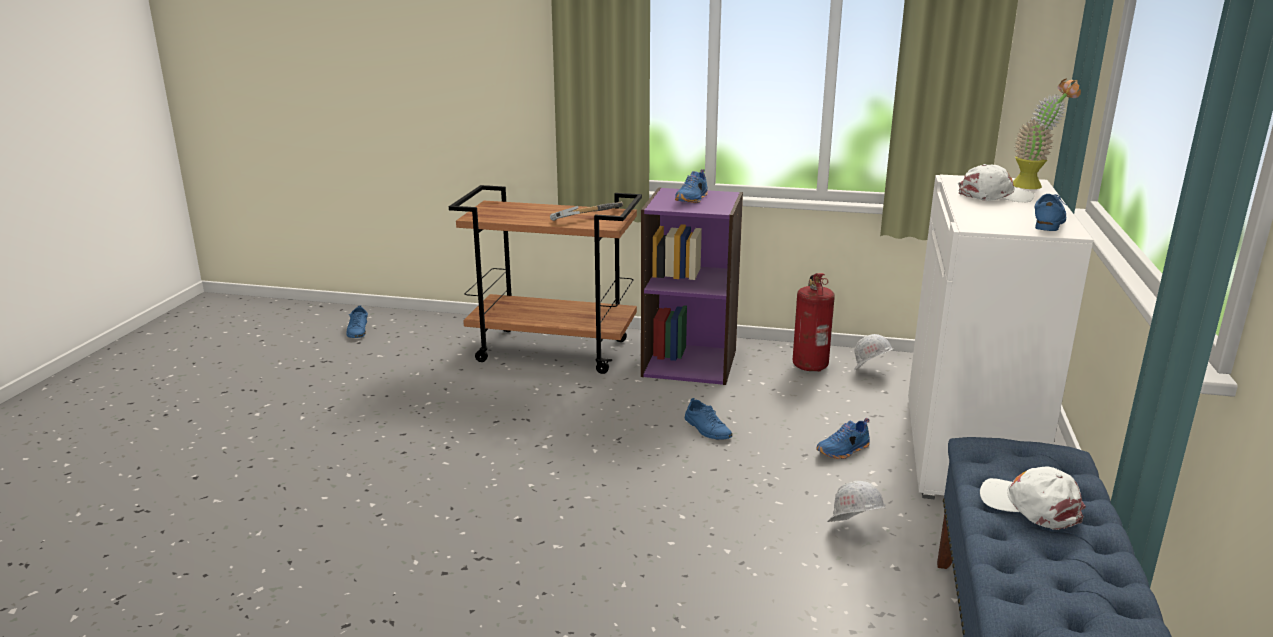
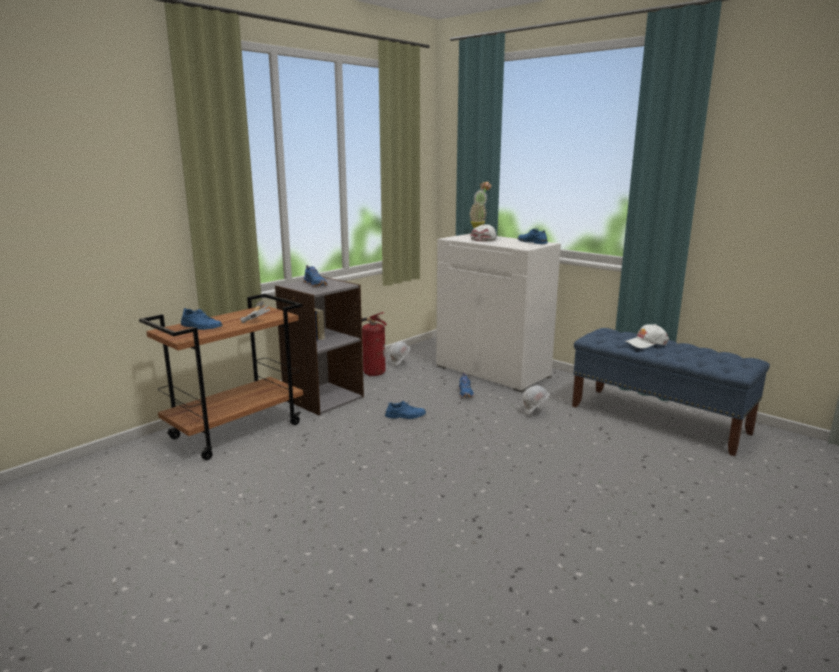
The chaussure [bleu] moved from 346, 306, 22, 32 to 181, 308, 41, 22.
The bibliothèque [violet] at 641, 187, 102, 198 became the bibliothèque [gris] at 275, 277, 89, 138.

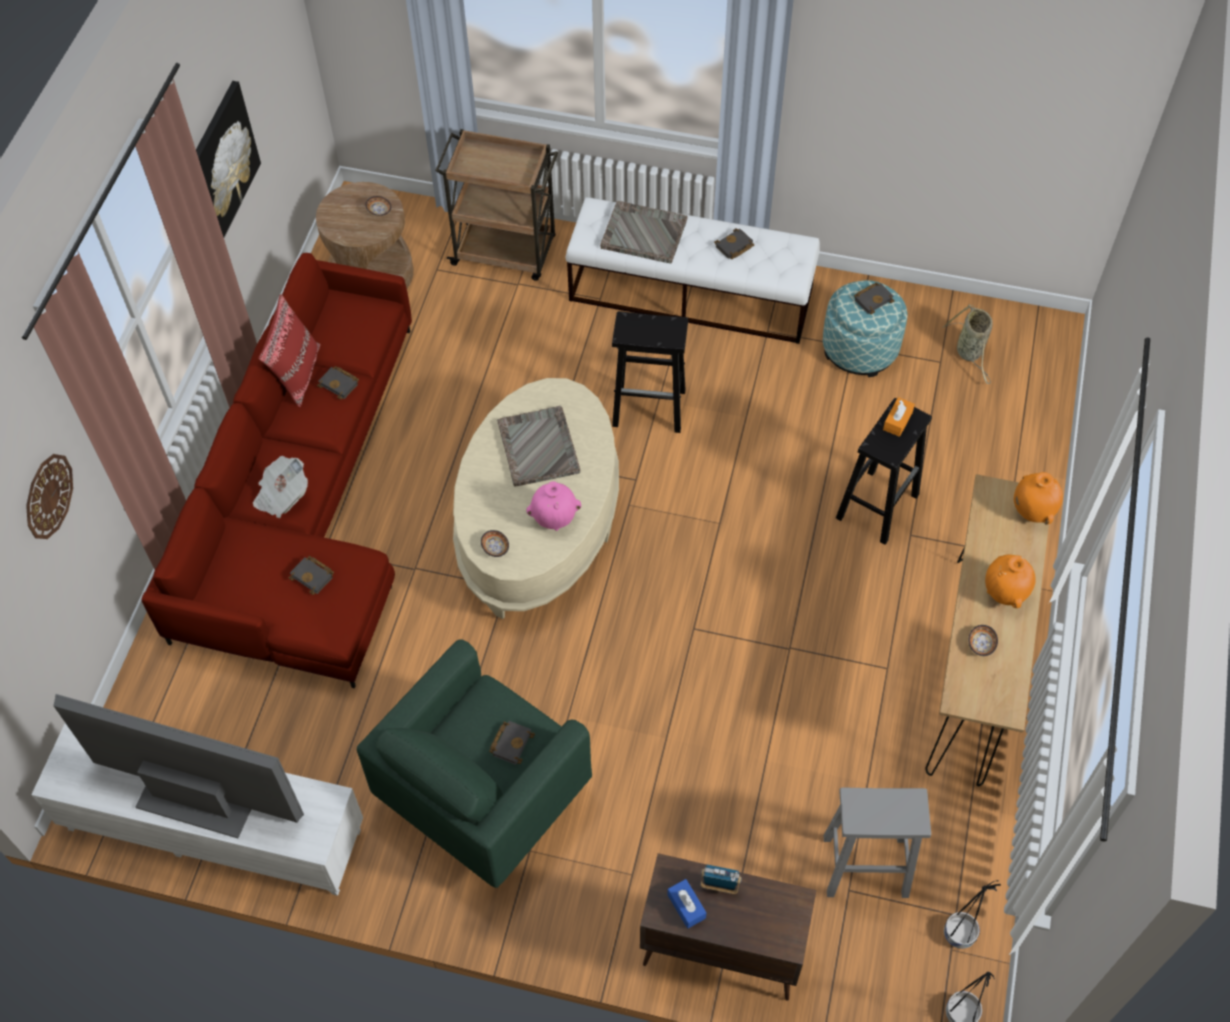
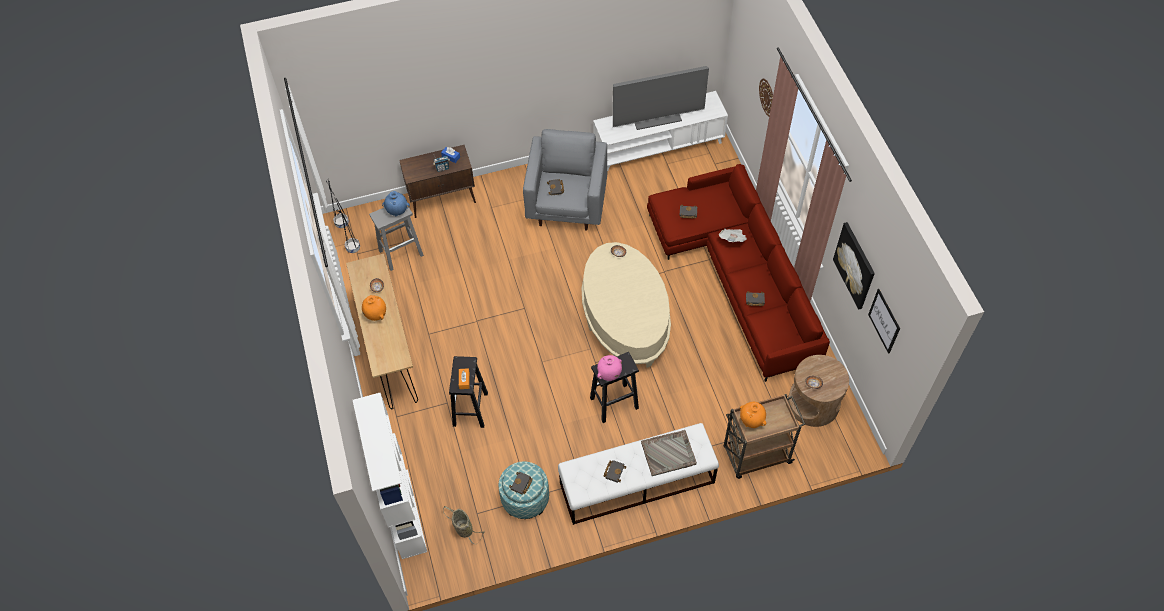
The coussin [rouge] at 258, 294, 62, 113 disappeared.
The plateau [gris] at 497, 406, 83, 81 disappeared.
The bibliothèque [blanc] at 353, 393, 74, 166 appeared.
The vase [bleu] at 382, 191, 28, 26 appeared.
The tableau at 868, 289, 32, 65 appeared.
The vase [rose] moved from 526, 482, 55, 49 to 597, 355, 25, 26.
The vase [orange] moved from 1014, 472, 49, 52 to 740, 402, 26, 26.
The fauteuil [vert] at 357, 639, 235, 249 became the fauteuil [gris] at 523, 129, 84, 101.

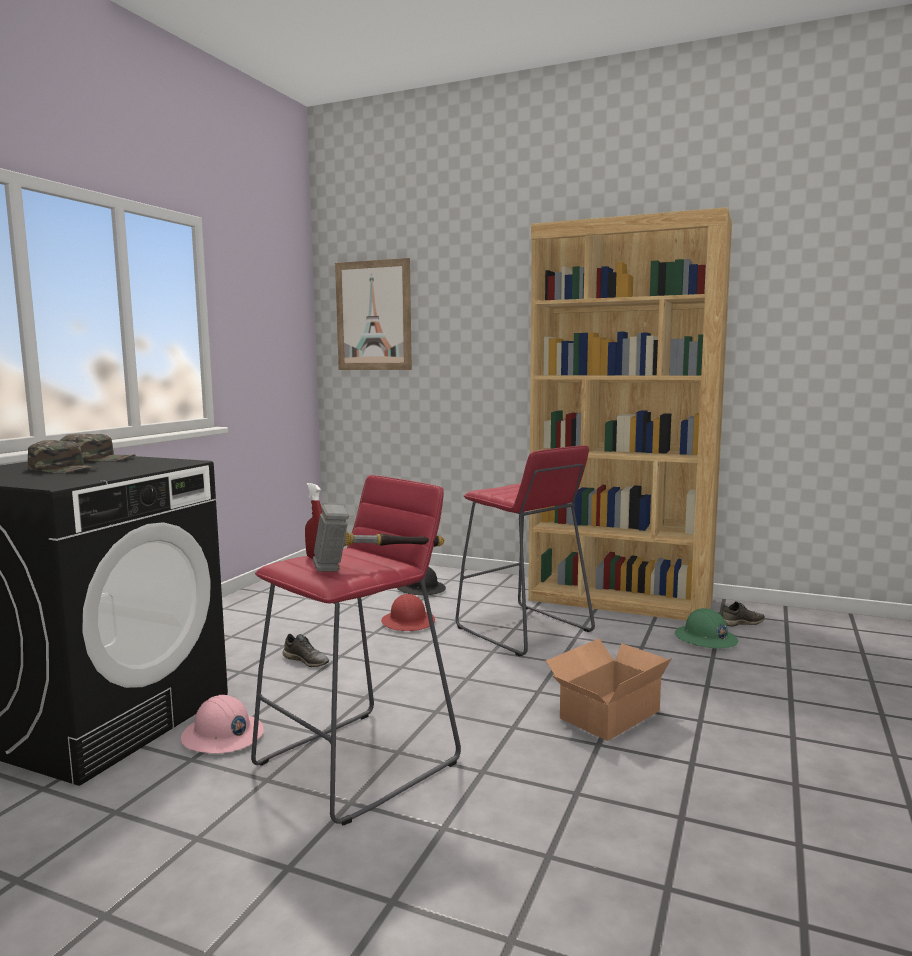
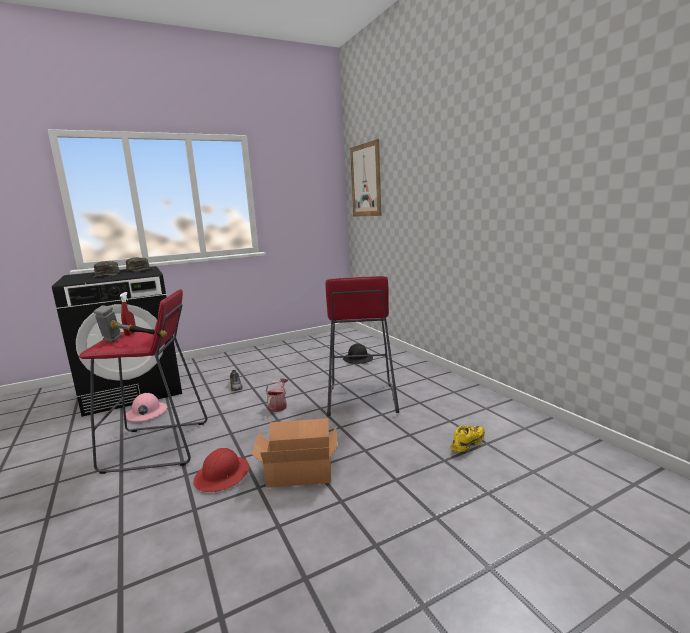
The bibliothèque [marron] at 528, 207, 204, 414 disappeared.
The chaussure [gris] at 721, 601, 44, 26 disappeared.
The arrosoir at 266, 378, 22, 34 appeared.
The casque de chantier [rouge] moved from 381, 594, 54, 37 to 193, 448, 56, 44.
The casque de chantier [vert] at 675, 608, 63, 41 was replaced by the chaussure [jaune] at 451, 425, 34, 29.

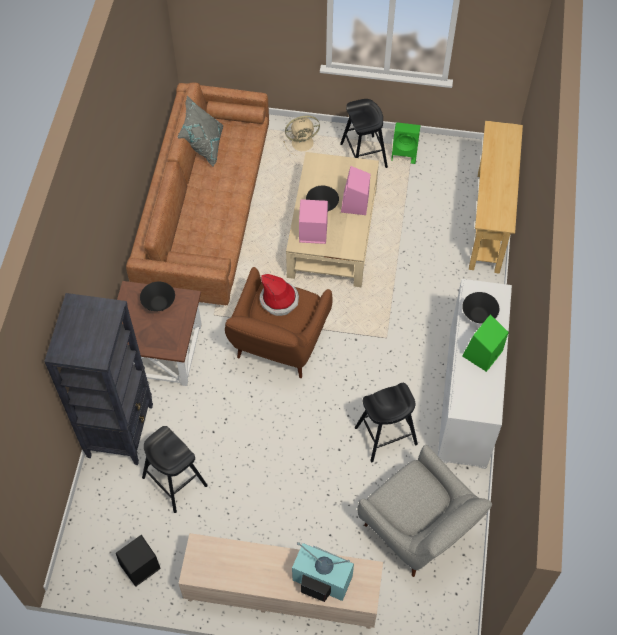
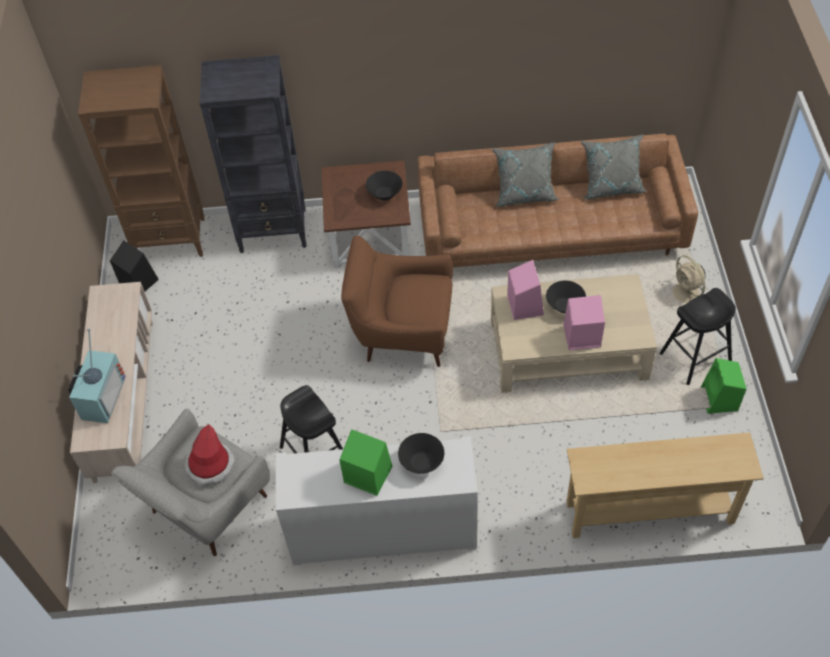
The tabouret [noir] at 142, 426, 66, 87 disappeared.
The bibliothèque [marron] at 78, 65, 126, 192 appeared.
The coussin [gris] at 492, 142, 67, 65 appeared.
The chapeau moved from 260, 274, 39, 42 to 185, 424, 50, 61.

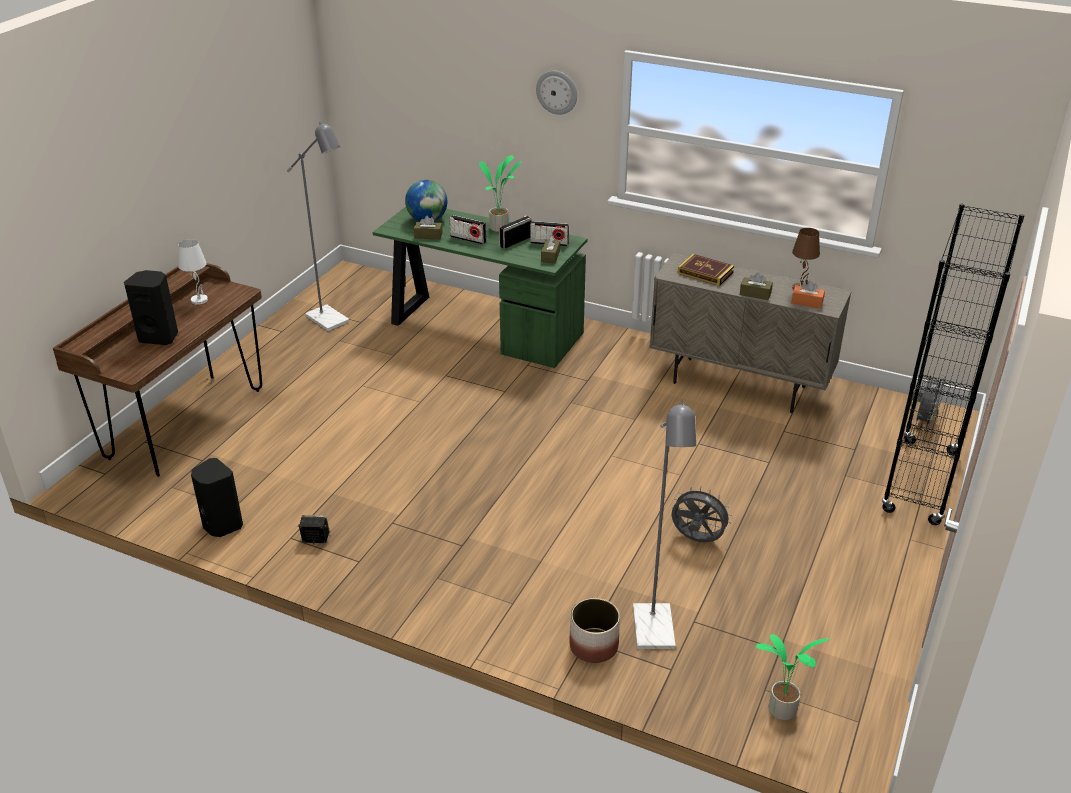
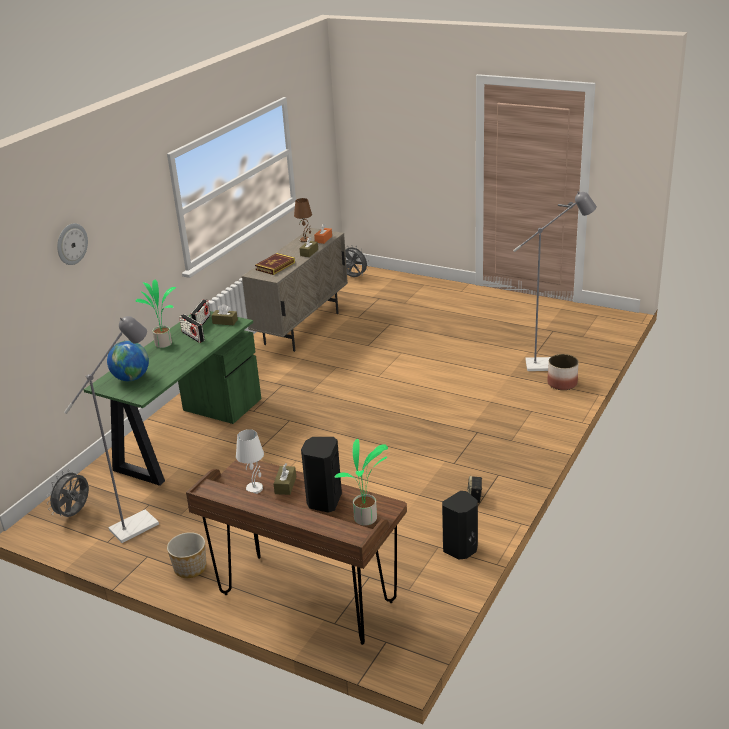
The radio at 449, 215, 37, 30 disappeared.
The bibliothèque [noir] at 882, 204, 143, 321 disappeared.
The cache-pot at 167, 532, 40, 46 appeared.
The boîte à mouchoirs [marron] moved from 414, 216, 29, 23 to 274, 463, 22, 32.
The horloge murale moved from 536, 71, 41, 44 to 57, 223, 31, 42.
The ventilateur [gris] moved from 672, 486, 61, 57 to 47, 469, 42, 48.
The plante en pot moved from 756, 635, 74, 85 to 335, 439, 53, 87.

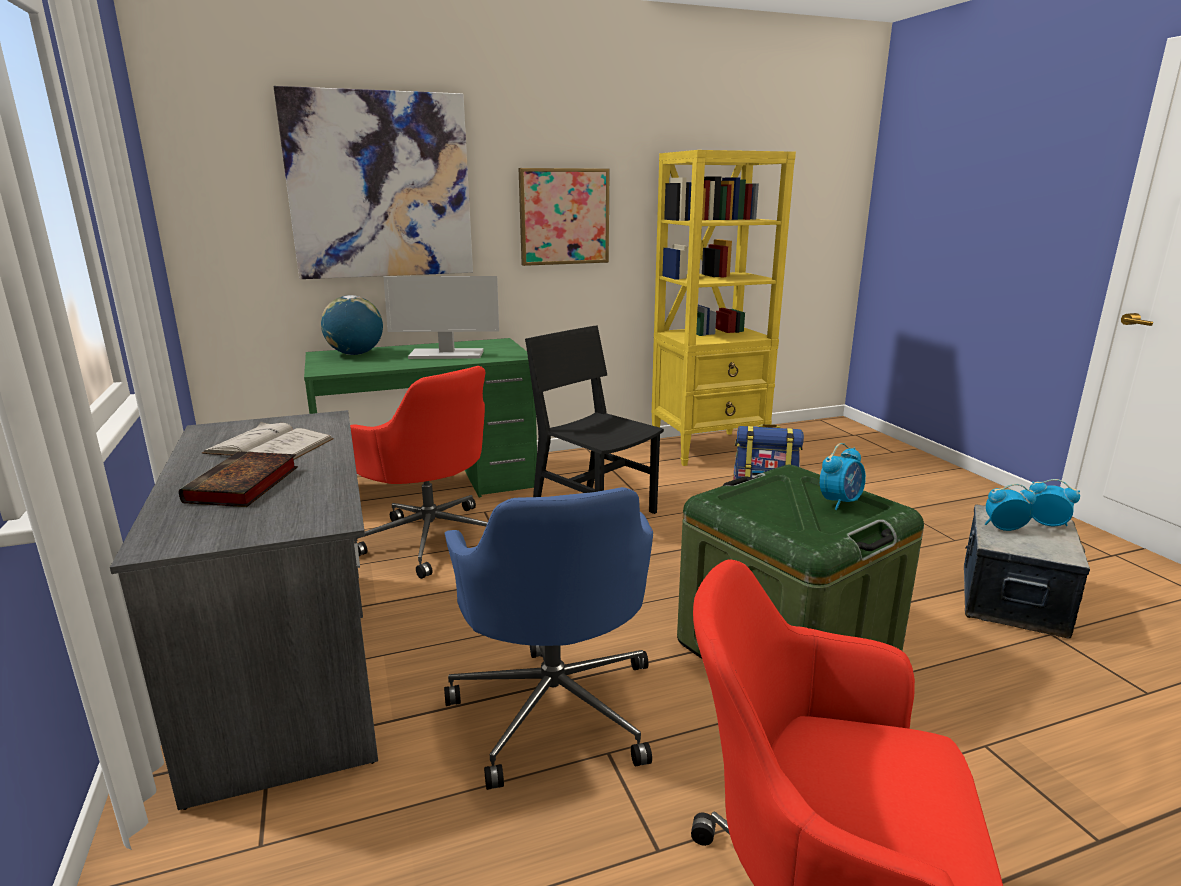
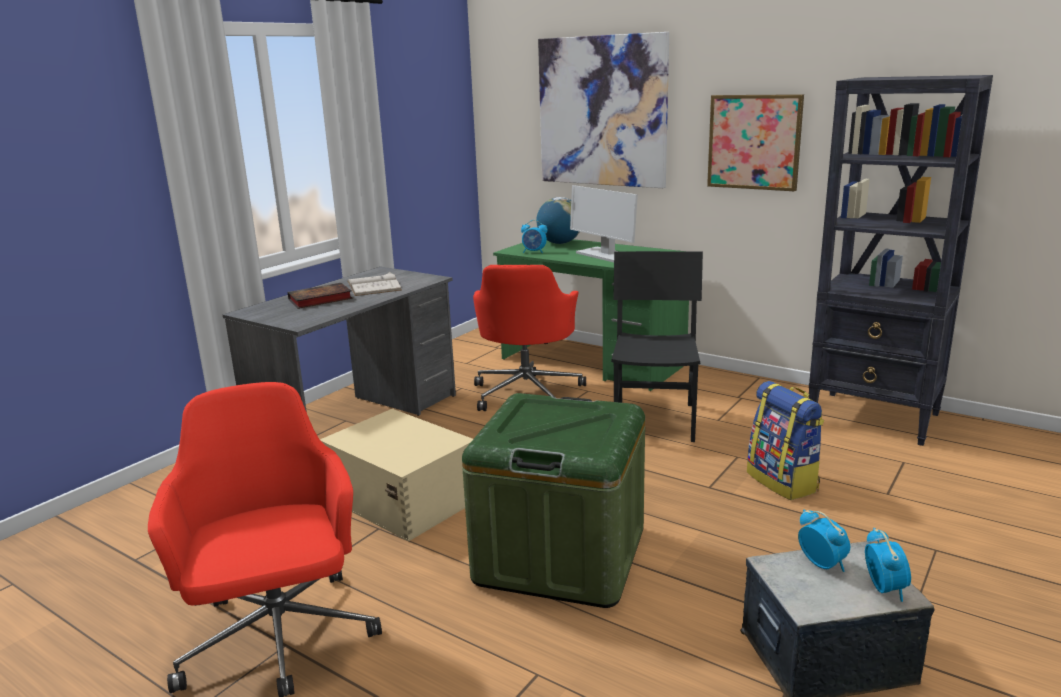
The réveil moved from 820, 443, 46, 67 to 521, 220, 26, 33.
The chaise de bureau [bleu] at 444, 487, 209, 303 was replaced by the boîte de rangement [beige] at 320, 409, 153, 133.
The bibliothèque [jaune] at 652, 150, 144, 316 became the bibliothèque [noir] at 809, 75, 184, 371.

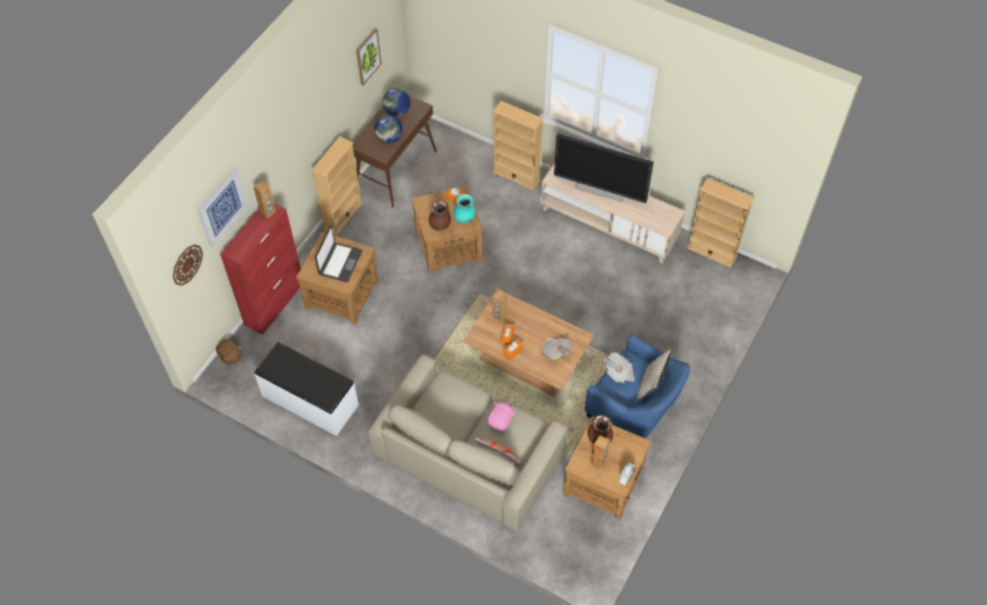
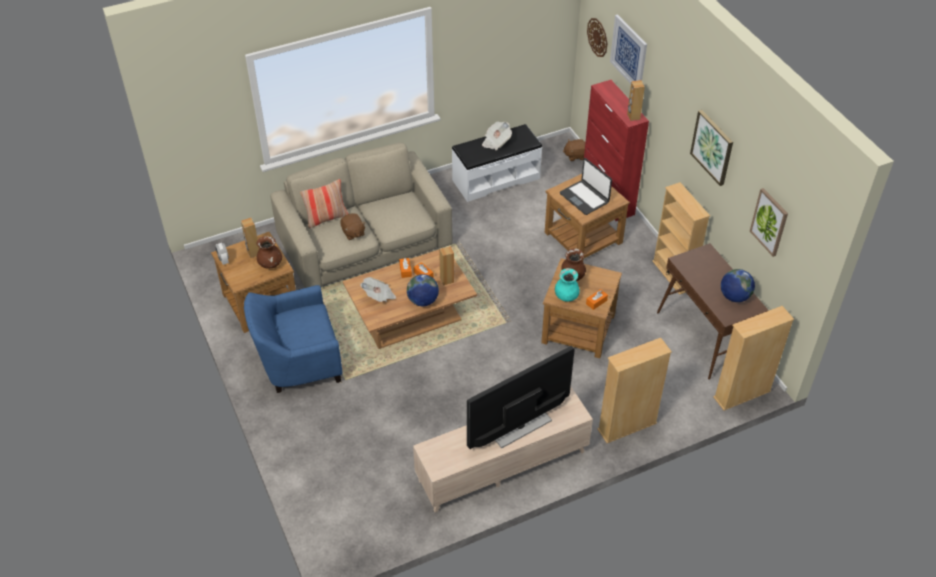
The coussin [beige] at 636, 348, 36, 55 disappeared.
The tableau at 690, 110, 43, 76 appeared.
The globe moved from 374, 115, 29, 28 to 407, 274, 32, 32.
The journal moved from 604, 352, 31, 31 to 482, 122, 30, 28.
The bibliothèque [beige] moved from 687, 178, 67, 90 to 713, 306, 81, 105.
The peluche [rose] at 487, 402, 28, 29 became the peluche [marron] at 340, 213, 26, 27.

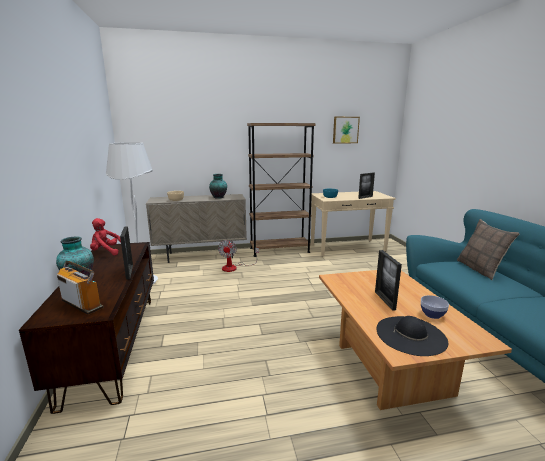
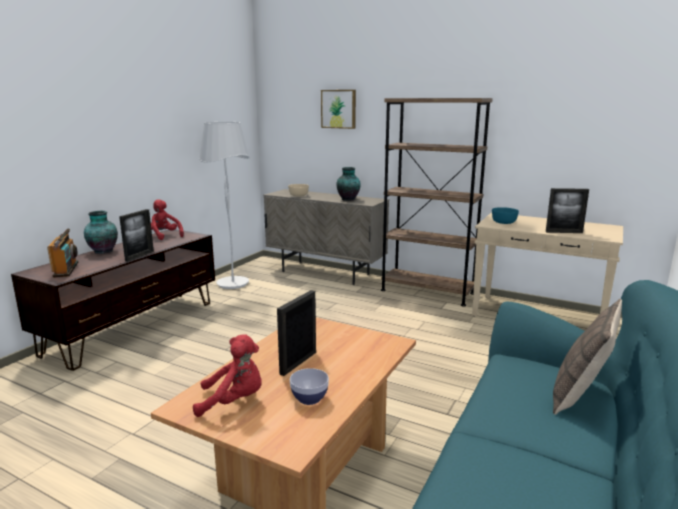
The ventilateur at 218, 240, 41, 32 disappeared.
The tableau moved from 333, 117, 27, 27 to 321, 90, 35, 39.
The chapeau [noir] at 377, 316, 71, 40 was replaced by the peluche [rouge] at 193, 334, 69, 83.

